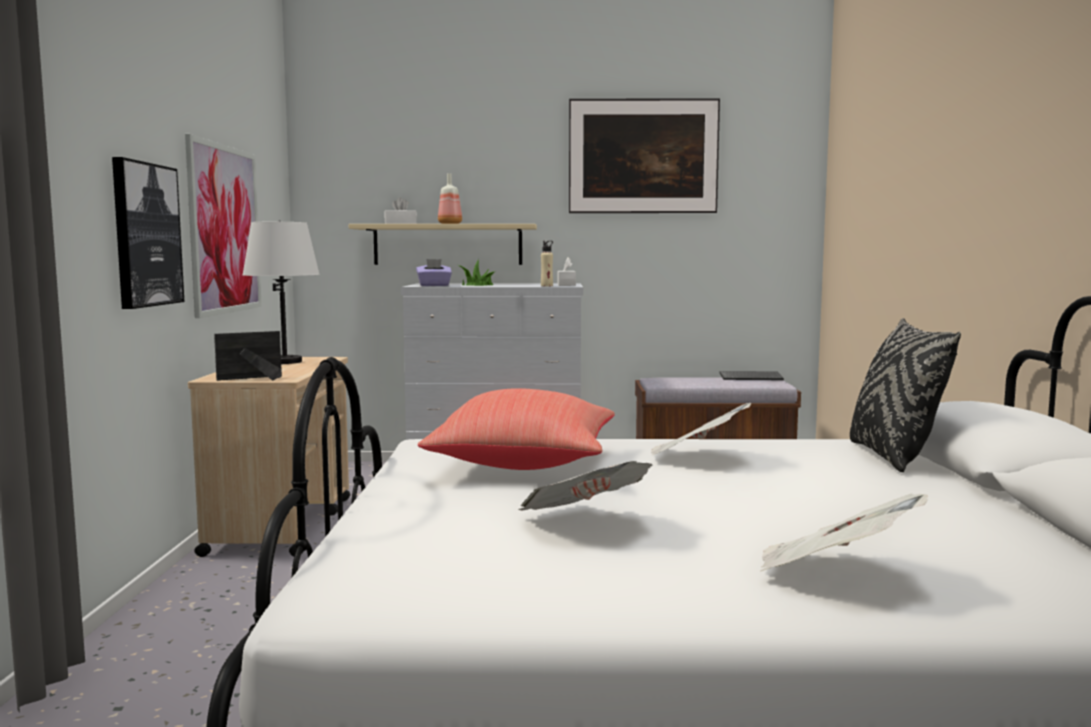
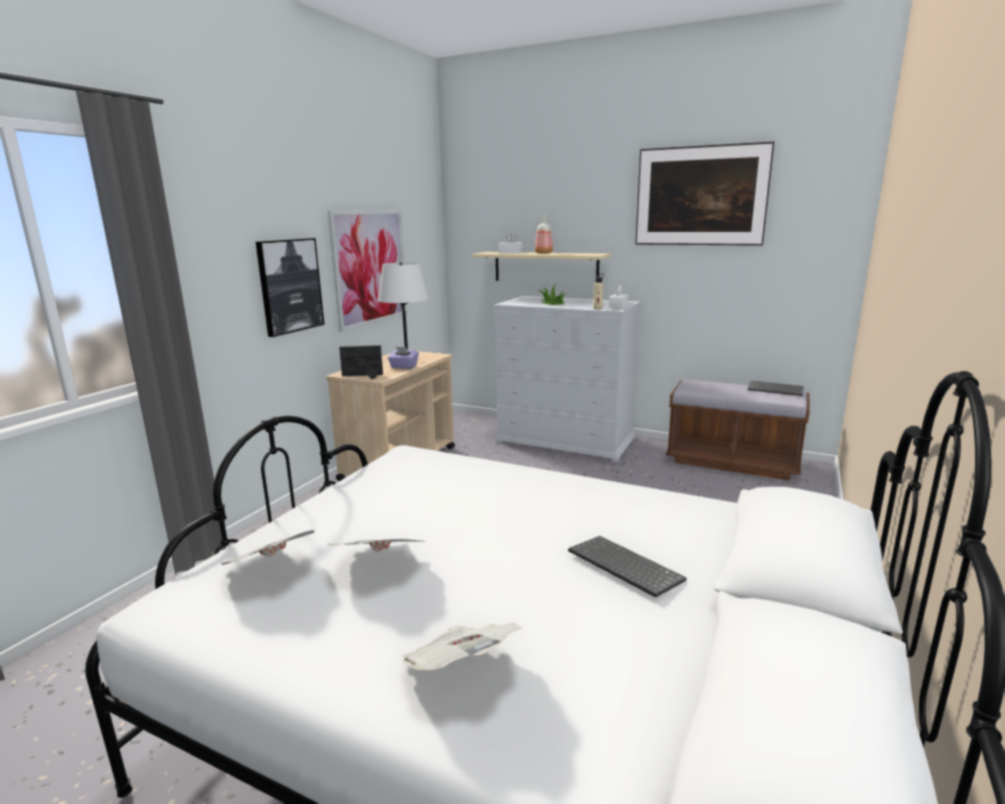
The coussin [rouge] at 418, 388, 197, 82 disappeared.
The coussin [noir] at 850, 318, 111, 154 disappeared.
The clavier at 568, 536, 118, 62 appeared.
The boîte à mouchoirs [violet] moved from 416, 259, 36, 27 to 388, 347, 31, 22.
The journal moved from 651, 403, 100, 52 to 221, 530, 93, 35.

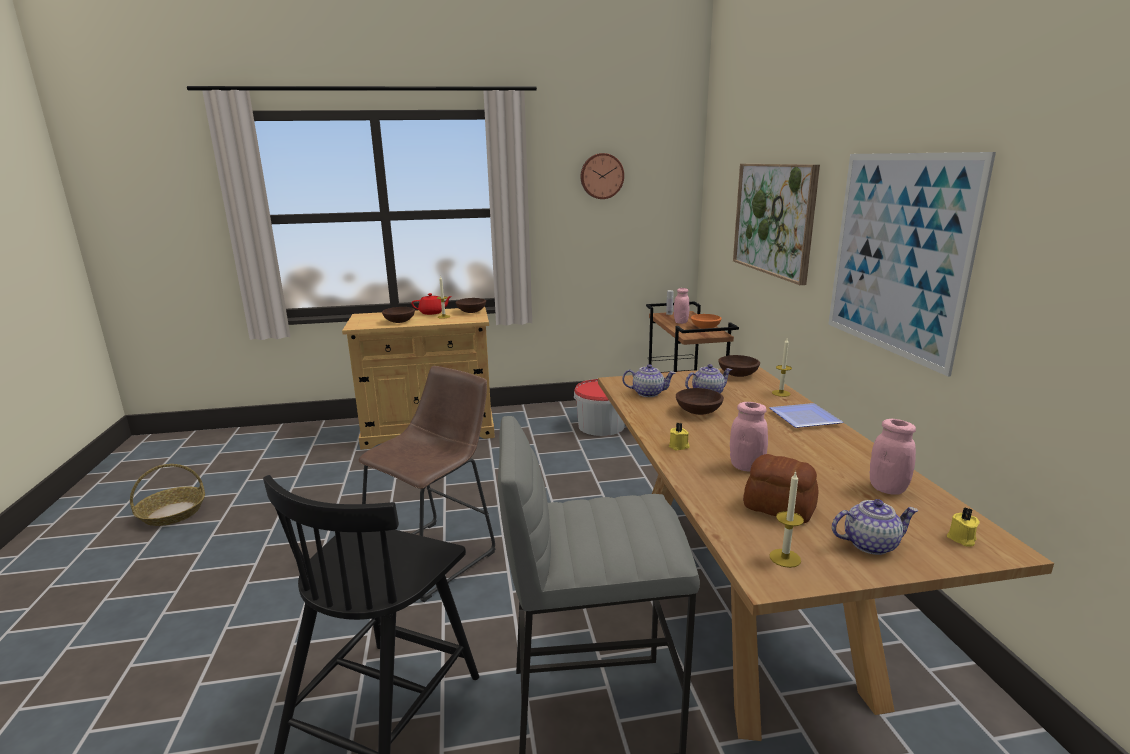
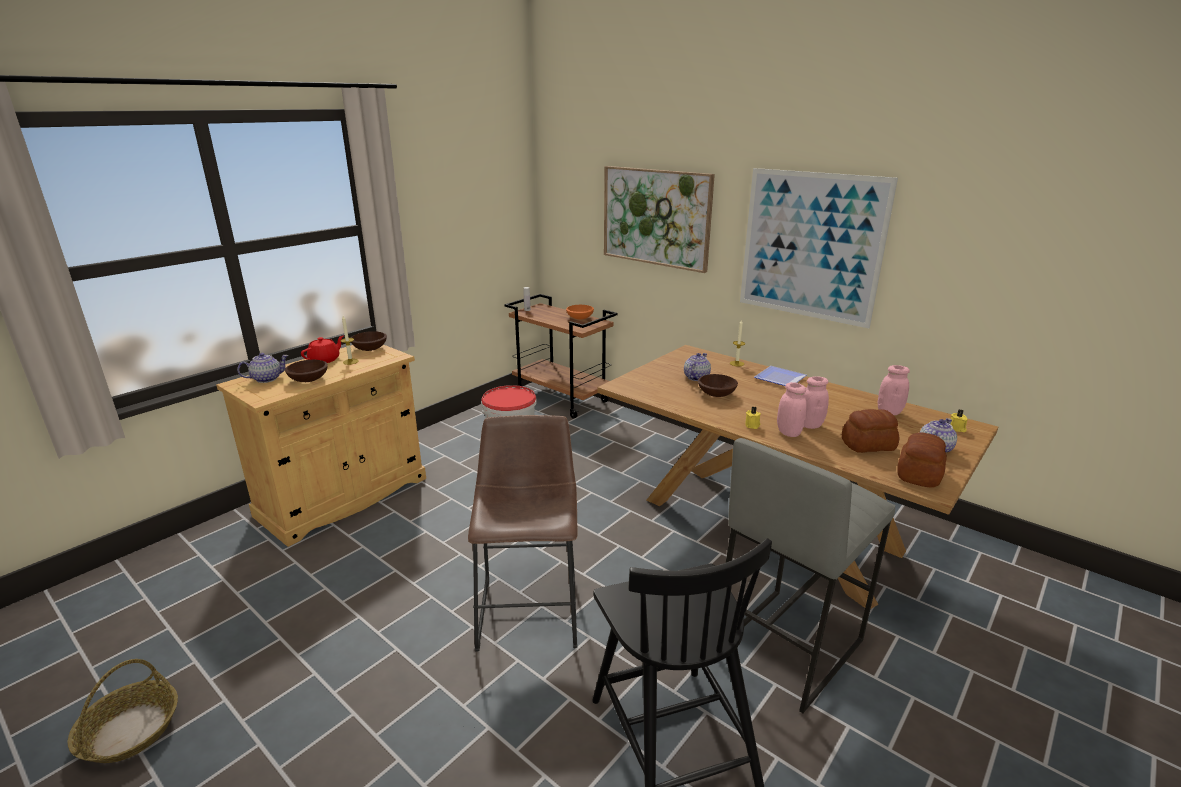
The horloge murale at 580, 153, 44, 46 disappeared.
The bol [marron] at 718, 355, 42, 22 disappeared.
The théière moved from 622, 364, 53, 33 to 237, 353, 51, 30.
The bocal [rose] moved from 674, 288, 15, 36 to 777, 382, 30, 55.
The bougie at 770, 471, 34, 97 was replaced by the pain at 897, 432, 50, 56.

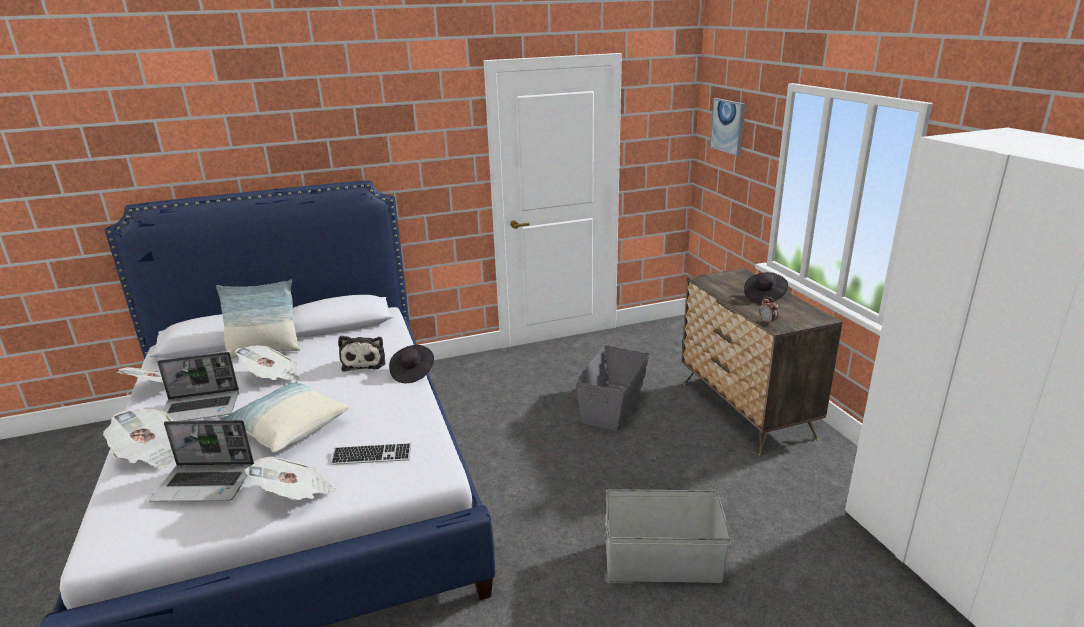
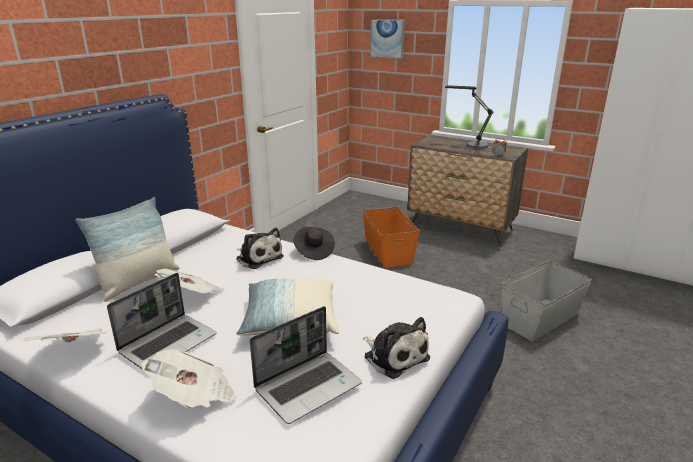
The clavier at 331, 443, 81, 22 disappeared.
The journal at 245, 456, 91, 45 was replaced by the peluche at 363, 317, 67, 62.
The chapeau [noir] at 744, 272, 44, 32 was replaced by the lampe de table at 445, 85, 49, 64.
The boîte de rangement [gris] at 575, 345, 75, 86 became the boîte de rangement [orange] at 362, 207, 58, 61.

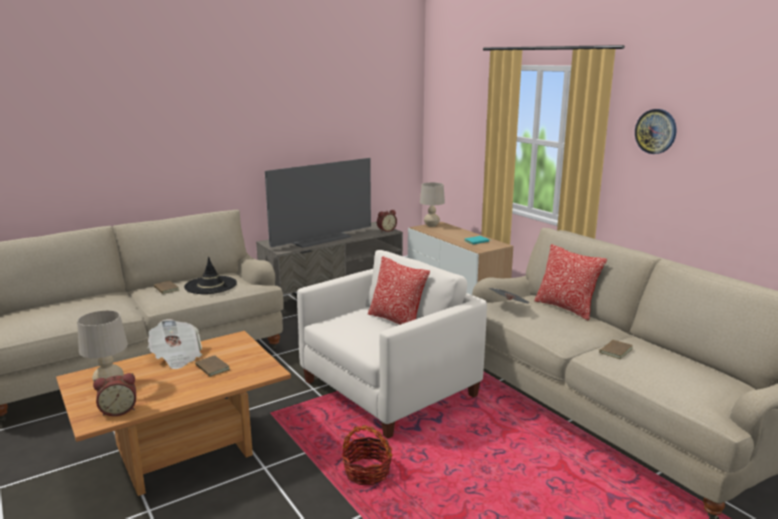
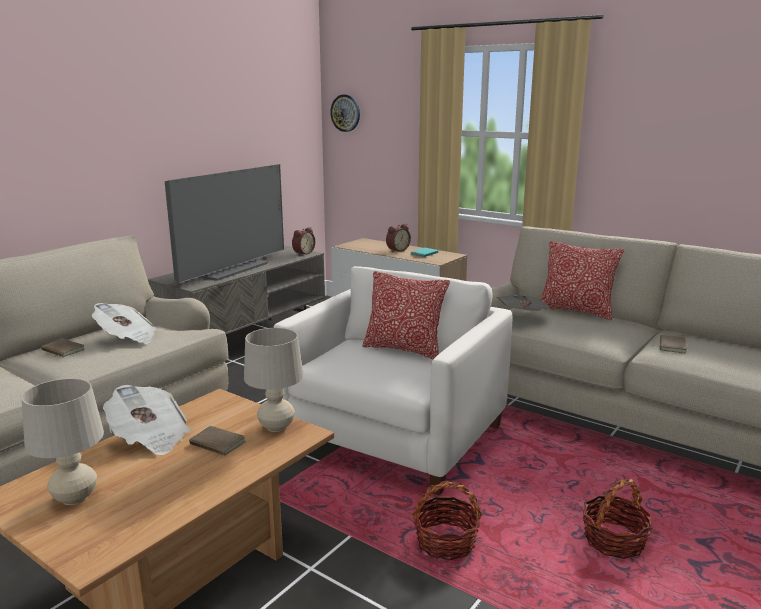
The panier at 583, 479, 69, 80 appeared.
The réveil moved from 93, 373, 43, 43 to 386, 224, 25, 28.
The lampe de table [beige] moved from 420, 182, 25, 45 to 244, 328, 60, 104.
The horloge murale moved from 635, 109, 42, 45 to 330, 94, 30, 38.
The chapeau [noir] at 184, 257, 53, 37 was replaced by the journal at 92, 303, 65, 41.

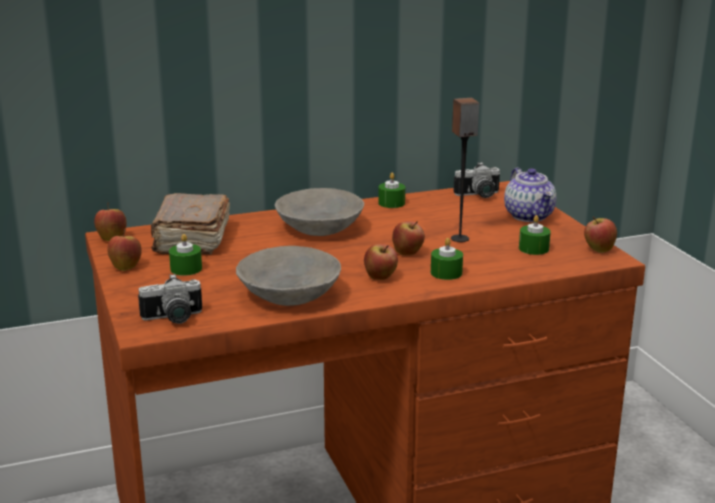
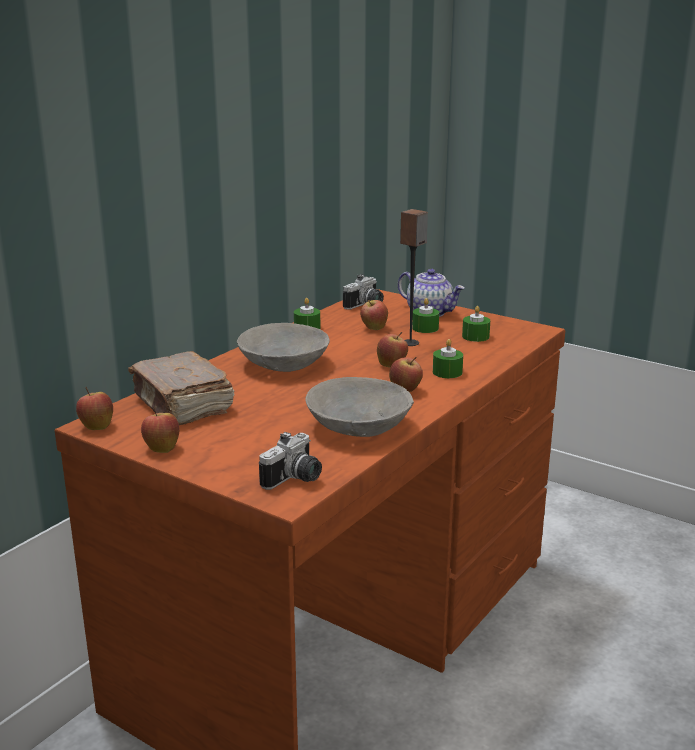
The bougie [vert] moved from 169, 234, 33, 42 to 412, 298, 27, 35.
The pomme moved from 584, 216, 33, 37 to 360, 300, 28, 30.

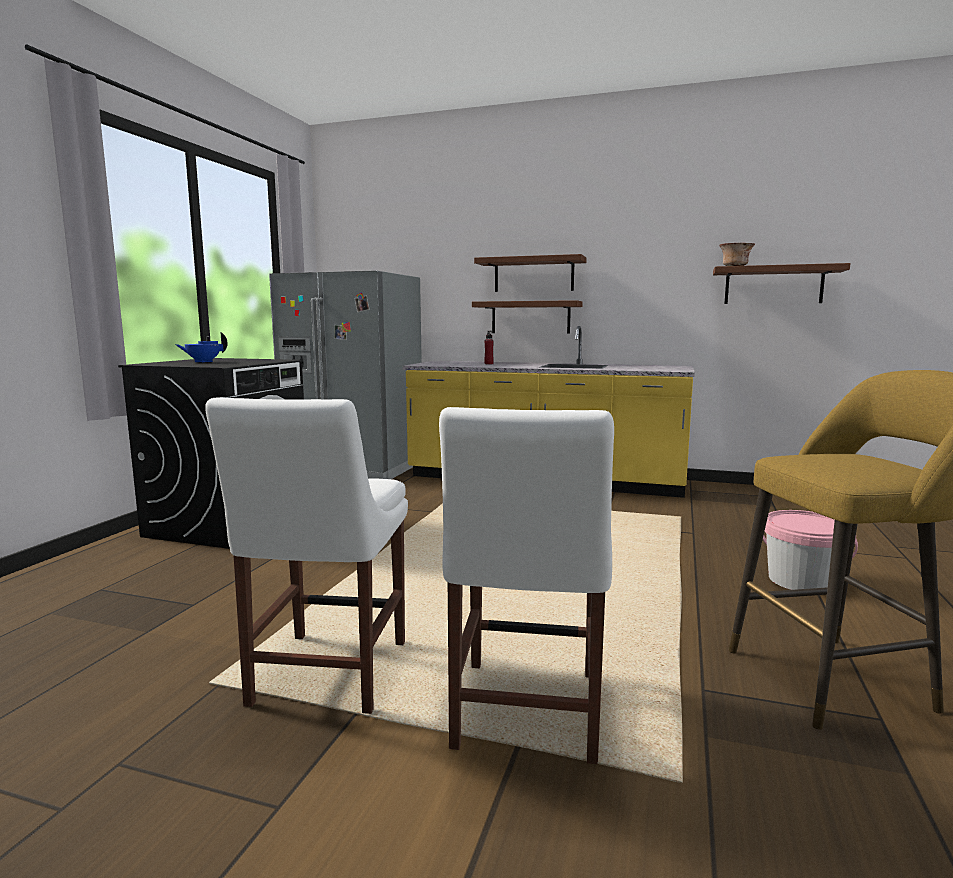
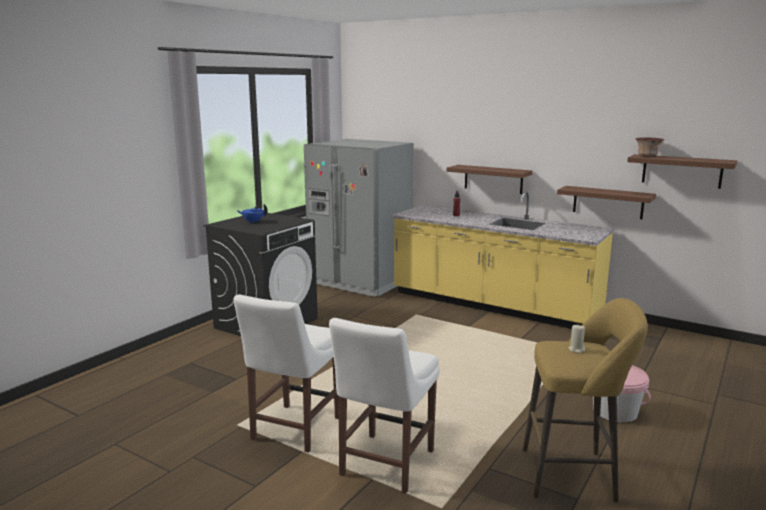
The bougie [beige] at 569, 325, 16, 28 appeared.
The étagère [marron] moved from 474, 254, 113, 38 to 557, 186, 99, 33.

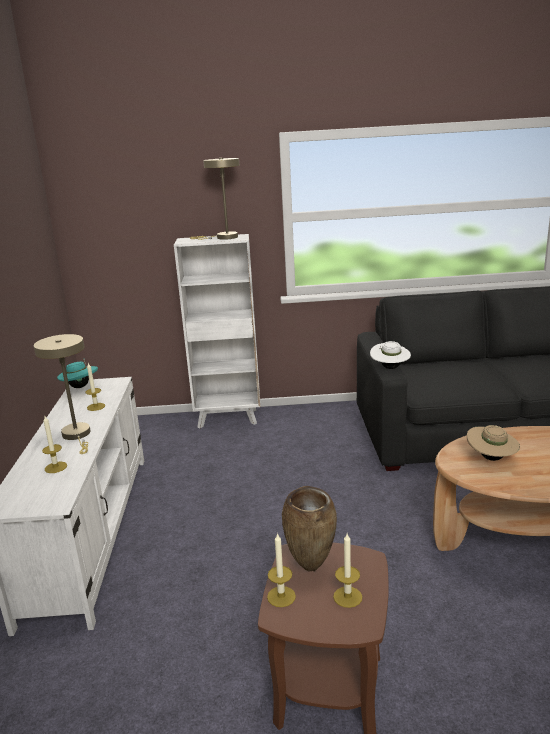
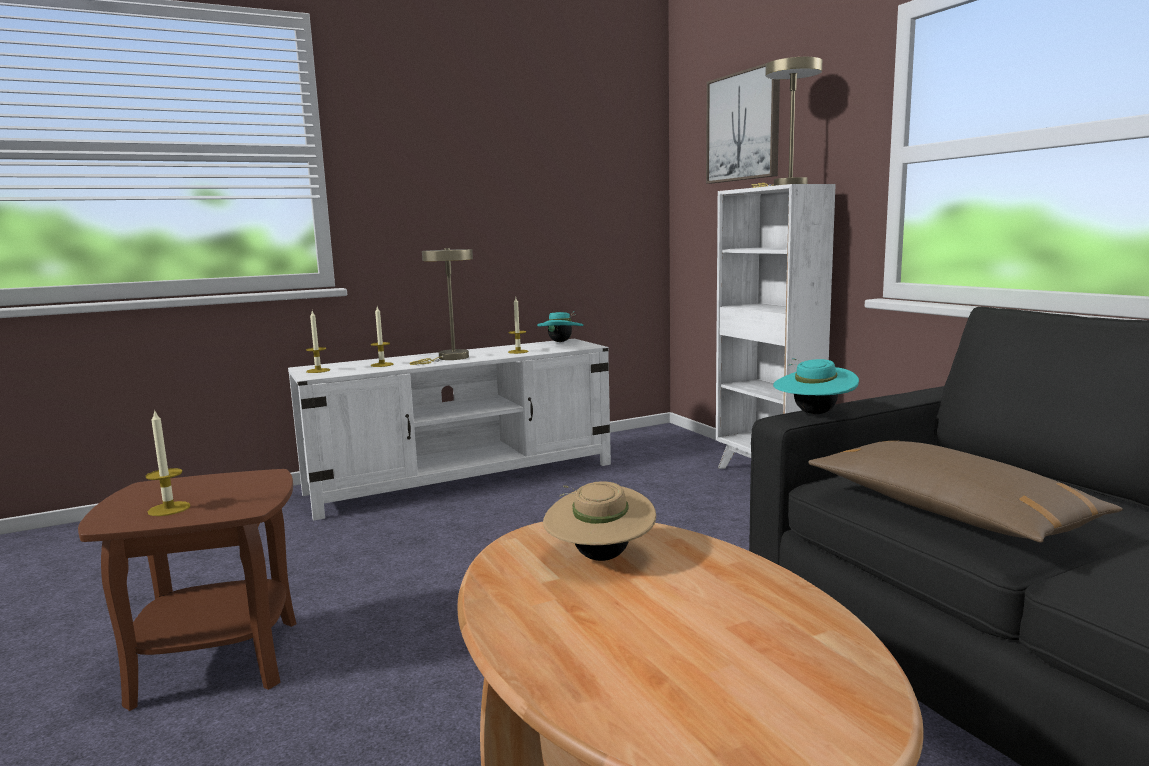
The vase [marron] at 282, 486, 55, 86 disappeared.
The tableau at 706, 62, 74, 121 appeared.
The coussin [marron] at 808, 441, 315, 102 appeared.
The bougie moved from 267, 533, 29, 74 to 306, 311, 24, 62.
The chapeau [blanc] at 370, 341, 41, 28 became the chapeau [turquoise] at 773, 358, 86, 56.

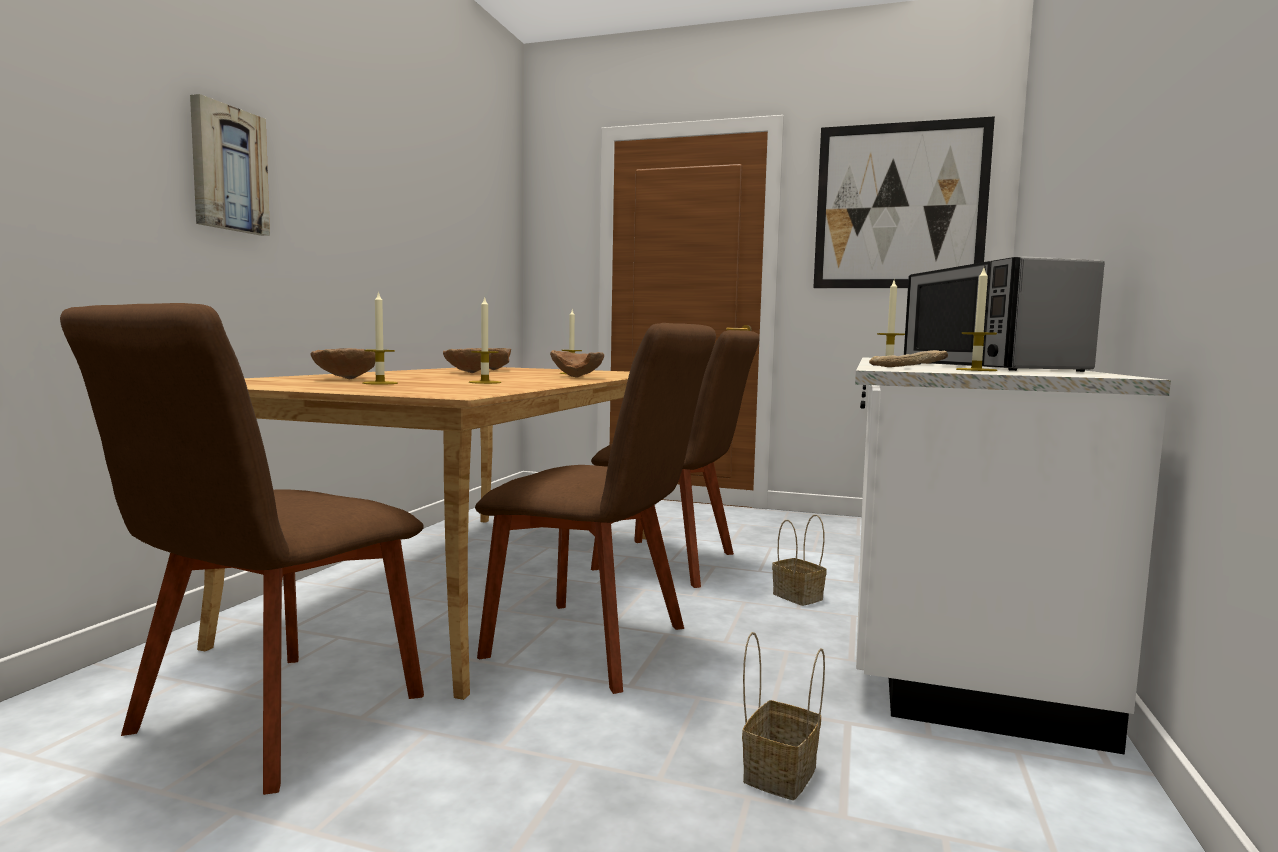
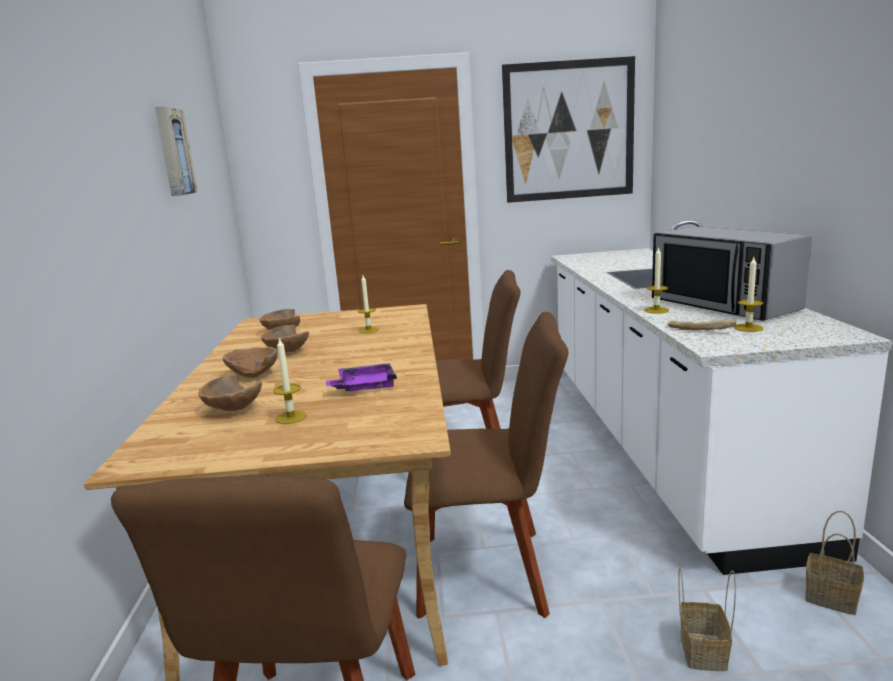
The tableau moved from 190, 94, 80, 142 to 155, 106, 42, 90.
The bol [marron] moved from 550, 350, 54, 28 to 223, 347, 55, 31.
The panier moved from 772, 515, 55, 91 to 805, 511, 59, 104.
The bougie at 469, 296, 32, 88 was replaced by the plateau [violet] at 326, 363, 71, 29.

